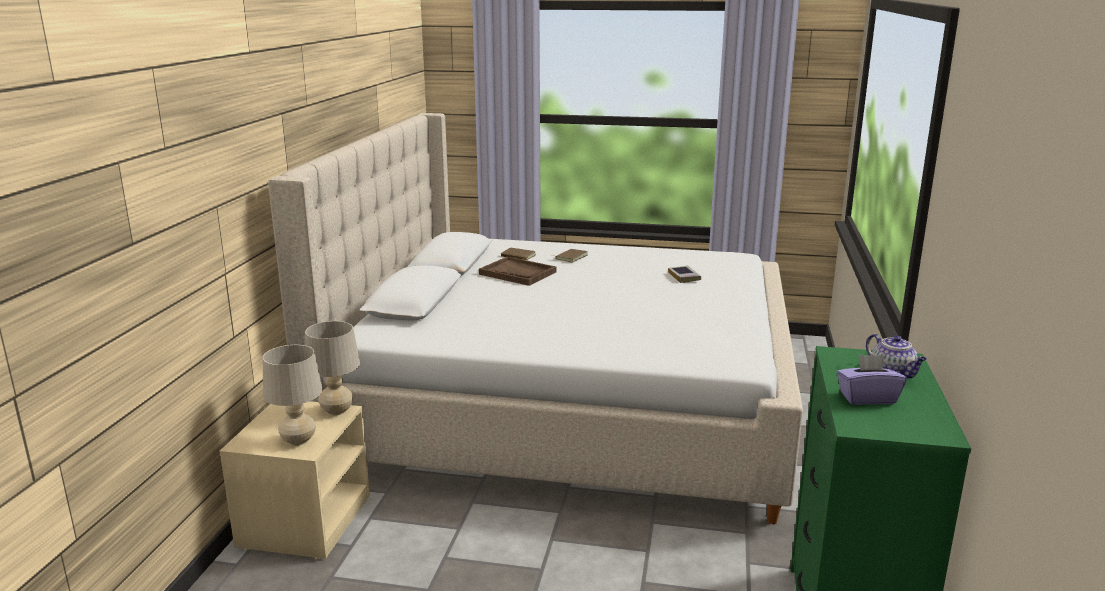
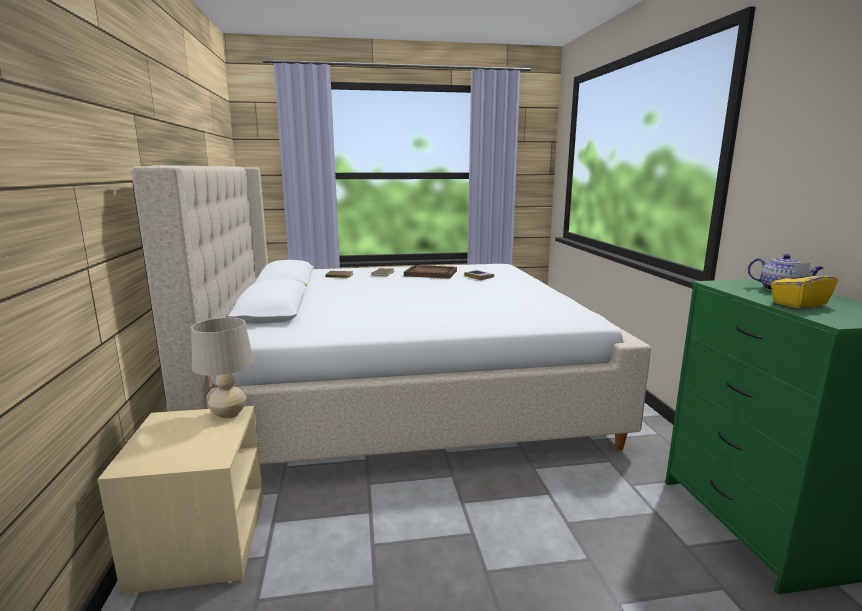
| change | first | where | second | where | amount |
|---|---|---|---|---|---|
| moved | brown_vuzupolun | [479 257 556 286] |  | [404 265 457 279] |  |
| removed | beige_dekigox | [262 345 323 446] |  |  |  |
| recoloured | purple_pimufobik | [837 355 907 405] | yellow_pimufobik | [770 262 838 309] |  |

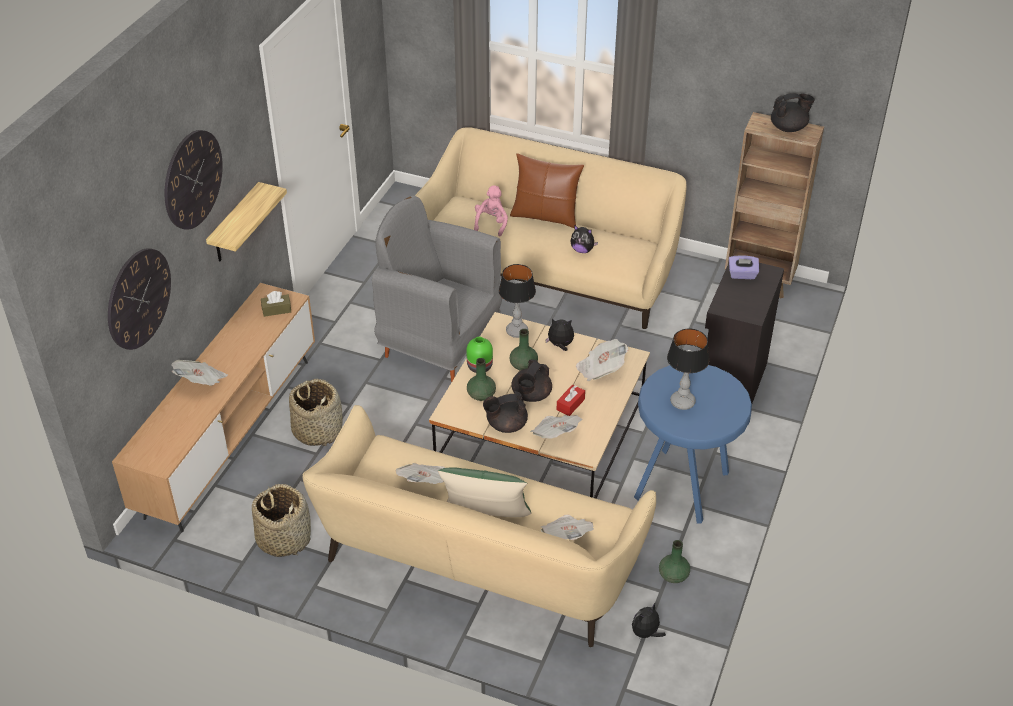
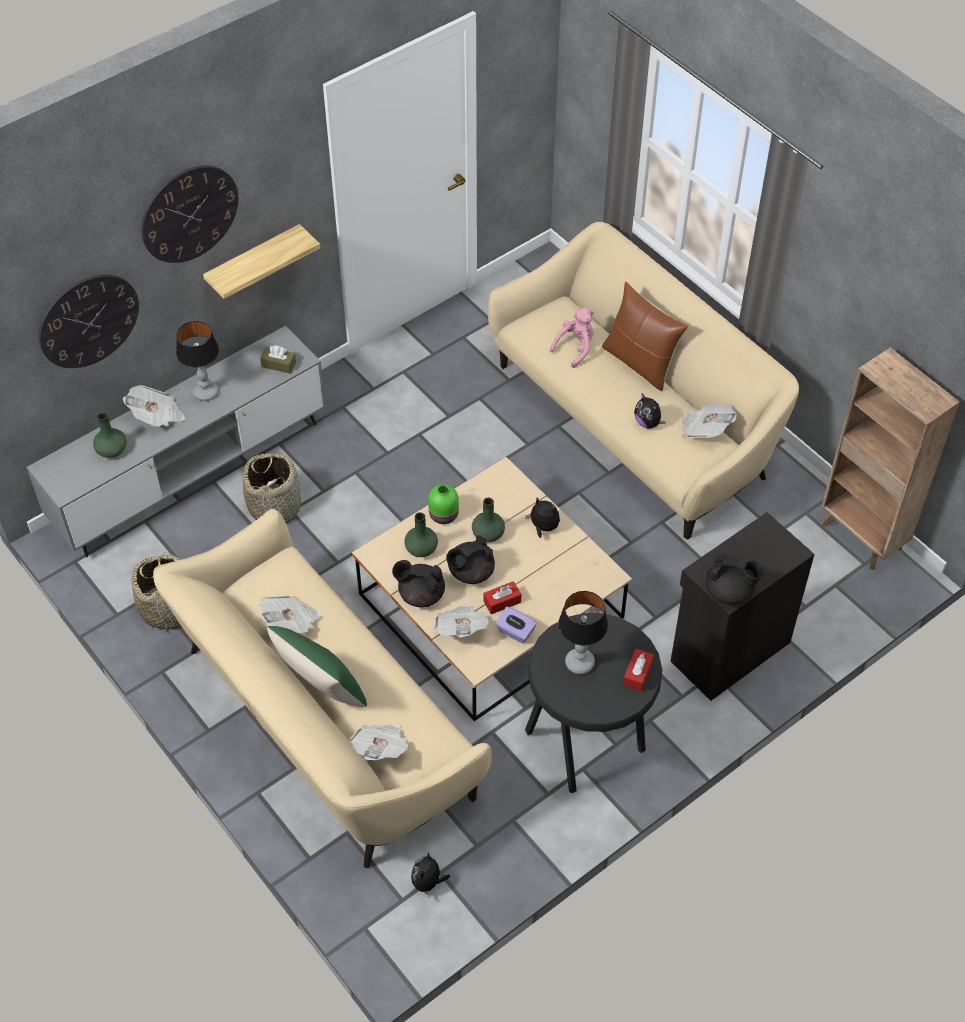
| change | first | where | second | where | amount |
|---|---|---|---|---|---|
| moved | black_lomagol | [771 93 815 132] |  | [705 552 764 604] |  |
| removed | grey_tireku | [372 195 502 382] |  |  |  |
| moved | purple_pimufobik | [729 256 759 279] |  | [496 606 537 644] |  |
| moved | dekigox | [499 264 536 338] |  | [176 321 219 401] |  |
| recoloured | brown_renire | [112 283 315 532] | grey_renire | [27 326 326 557] |  |
| moved | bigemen | [576 339 628 381] |  | [682 404 737 438] |  |
| recoloured | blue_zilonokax | [634 365 752 524] | black_zilonokax | [525 613 662 793] |  |
| moved | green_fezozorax | [659 540 690 583] |  | [93 412 127 458] |  |
| turned | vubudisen | [632 603 666 638] |  | [411 853 450 896] | 60 degrees counterclockwise |
| added |  |  | red_pimufobik | [623 649 654 691] |  |

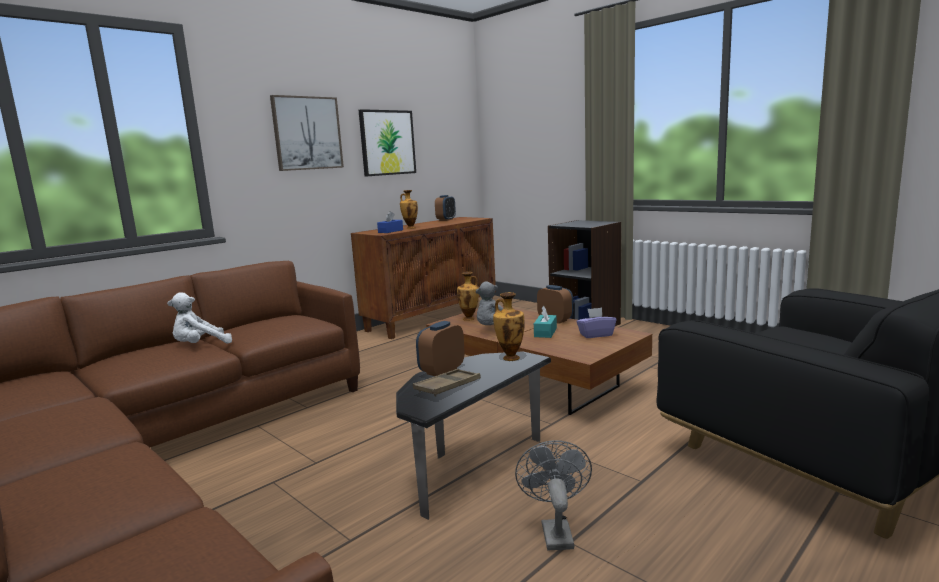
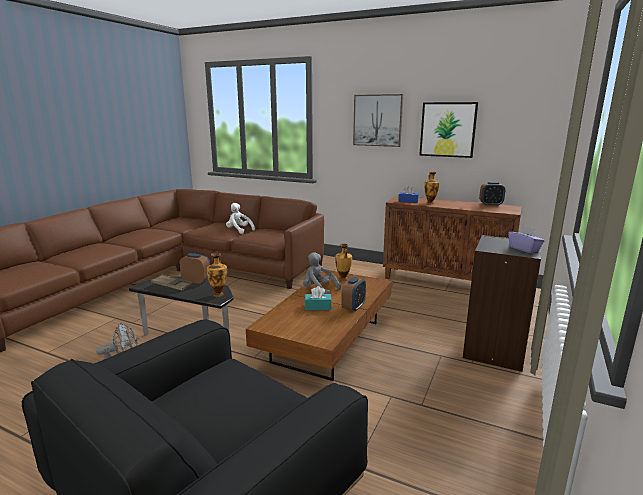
| change | first | where | second | where | amount |
|---|---|---|---|---|---|
| moved | purple_pimufobik | [576 307 616 338] |  | [508 226 544 253] |  |

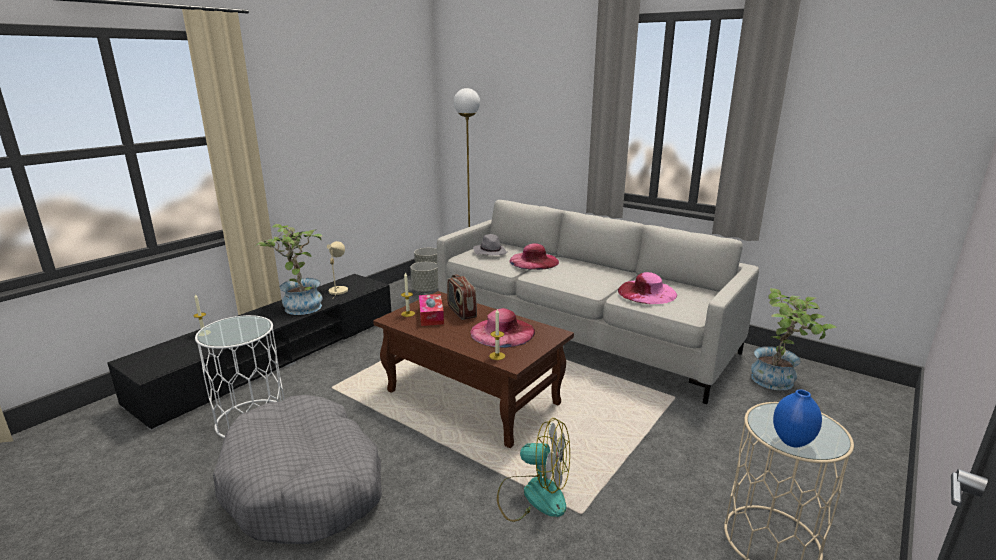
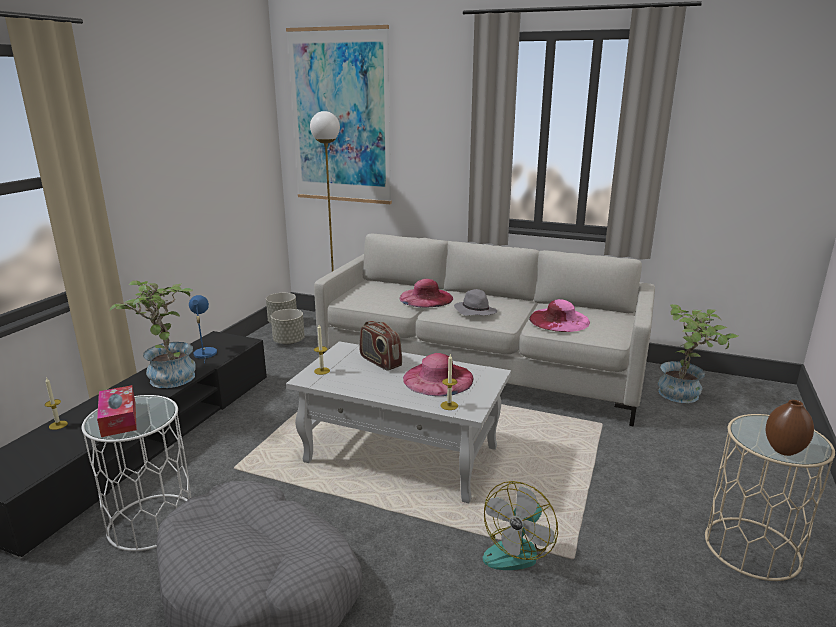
| change | first | where | second | where | amount |
|---|---|---|---|---|---|
| moved | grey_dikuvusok | [473 234 508 255] |  | [454 289 497 316] |  |
| recoloured | beige_dekigox | [327 241 348 298] | blue_dekigox | [189 295 217 363] |  |
| recoloured | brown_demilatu | [373 291 574 448] | white_demilatu | [286 341 511 503] |  |
| moved | pimufobik | [419 294 444 326] |  | [97 385 137 437] |  |
| recoloured | blue_fezozorax | [773 389 822 448] | brown_fezozorax | [766 400 814 456] |  |
| turned | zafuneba | [497 418 570 522] |  | [483 481 558 570] | 120 degrees clockwise |
| added |  |  | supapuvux | [286 25 392 204] |  |

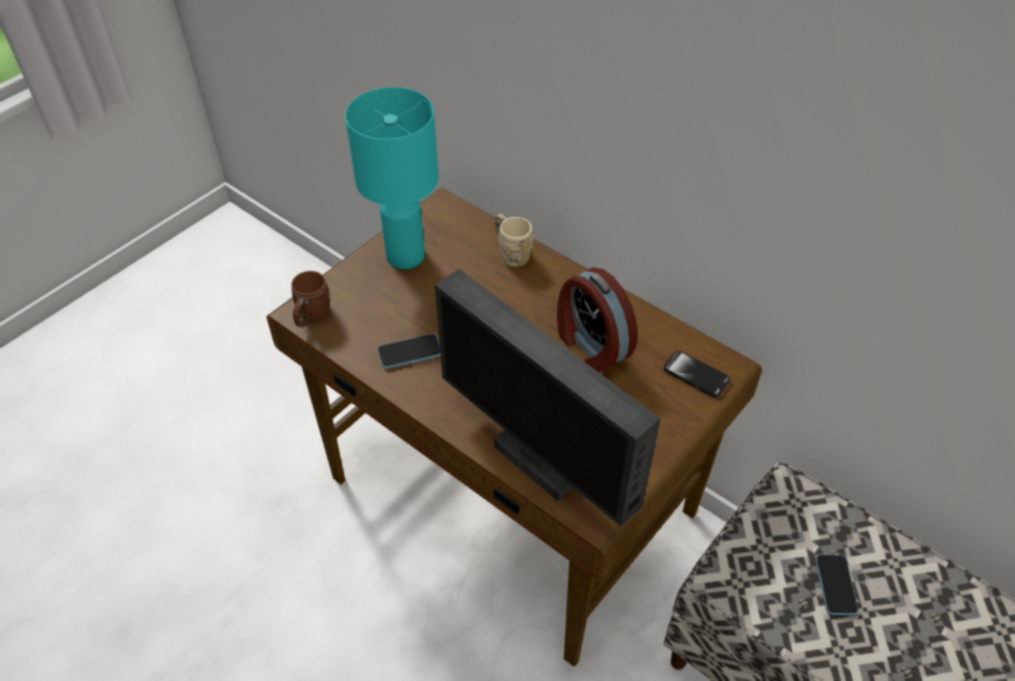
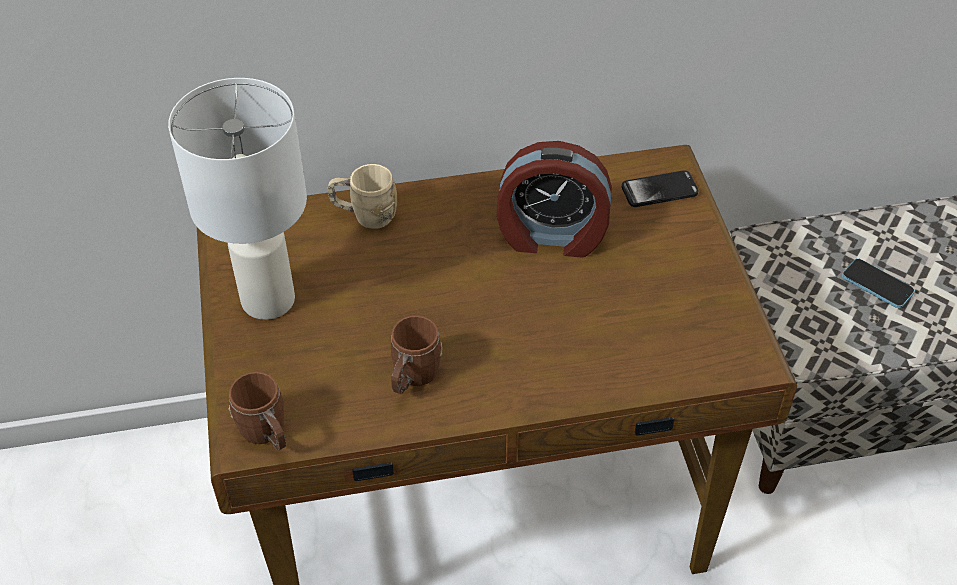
| change | first | where | second | where | amount |
|---|---|---|---|---|---|
| recoloured | turquoise_dekigox | [345 87 438 269] | white_dekigox | [168 78 307 320] |  |
| removed | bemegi | [435 269 660 527] |  |  |  |
| replaced | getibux | [377 333 441 369] | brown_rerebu | [391 315 443 394] |  |

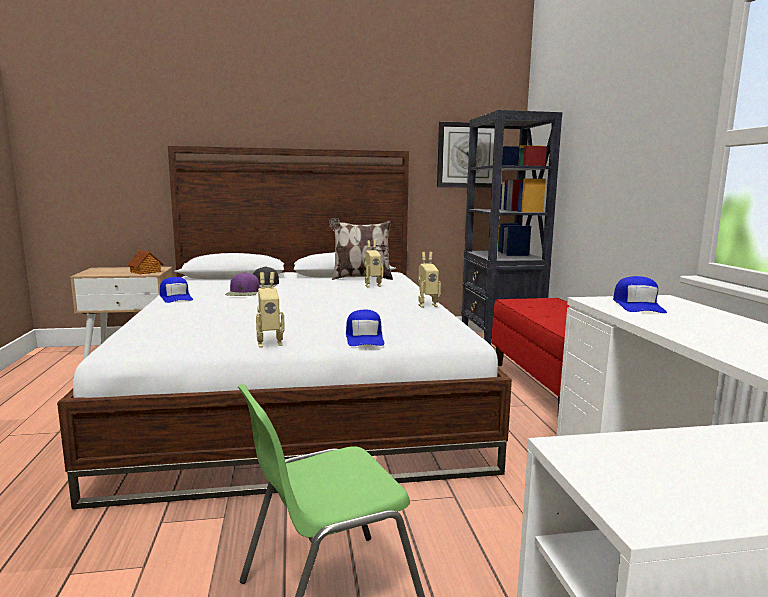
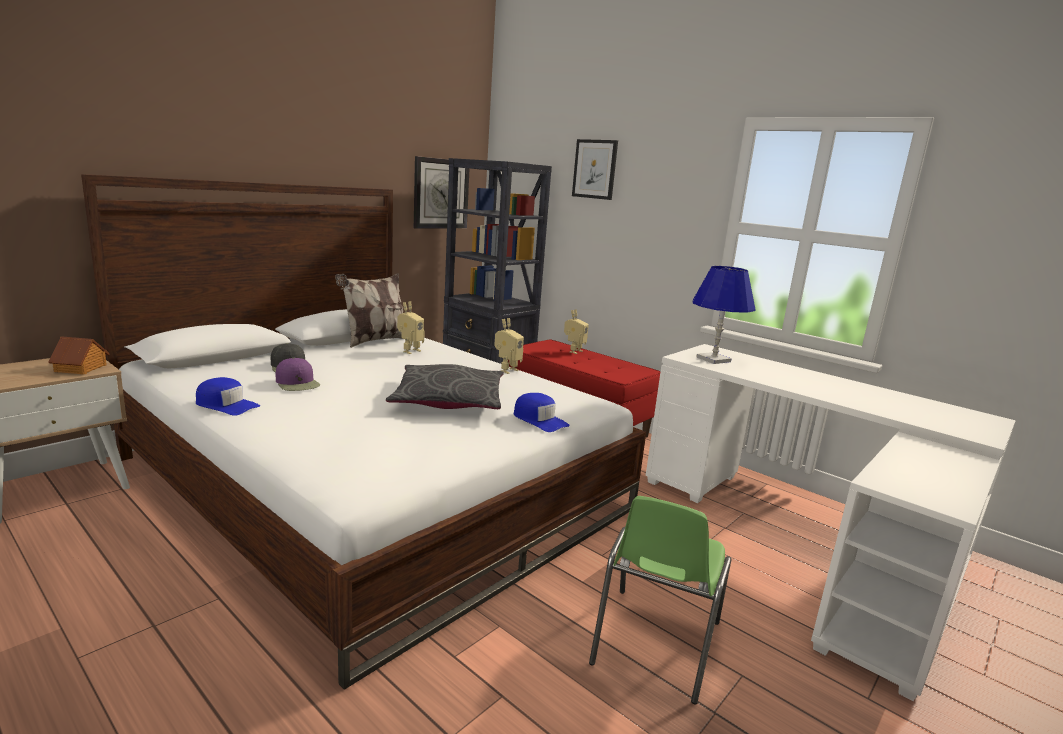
| change | first | where | second | where | amount |
|---|---|---|---|---|---|
| moved | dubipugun | [256 272 285 348] |  | [564 309 589 354] |  |
| replaced | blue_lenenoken | [613 276 667 313] | blue_dekigox | [693 266 755 364] |  |
| added |  |  | supapuvux | [572 139 618 200] |  |
| added |  |  | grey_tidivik | [386 364 504 409] |  |

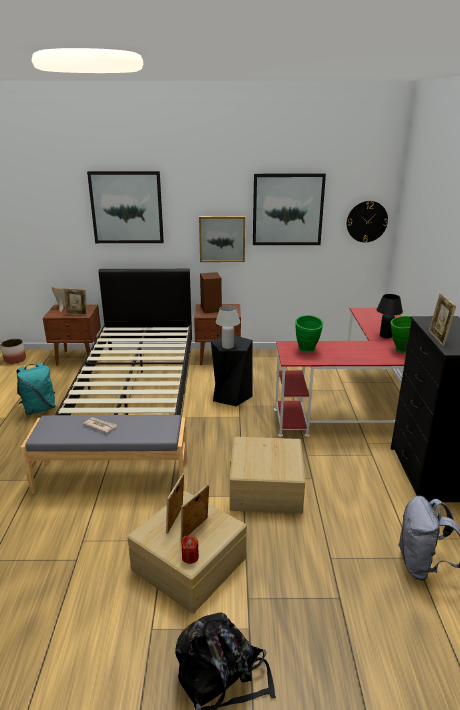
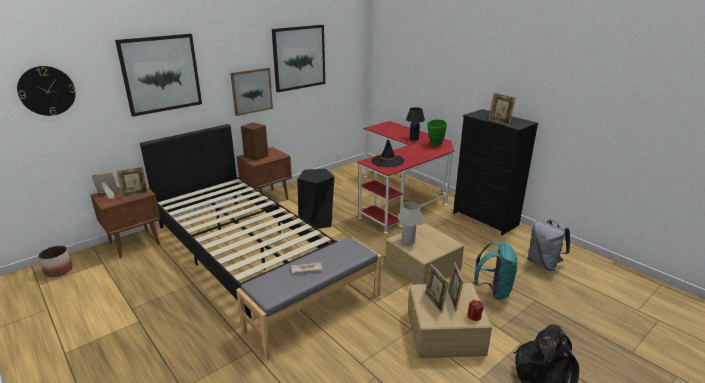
| change | first | where | second | where | amount |
|---|---|---|---|---|---|
| moved | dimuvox | [347 201 388 242] |  | [17 66 76 116] |  |
| moved | white_dekigox | [216 305 240 349] |  | [398 202 423 245] |  |
| replaced | green_fezozorax | [295 315 323 353] | black_dikuvusok | [371 140 404 167] |  |
| moved | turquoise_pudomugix | [17 362 56 415] |  | [474 241 518 300] |  |

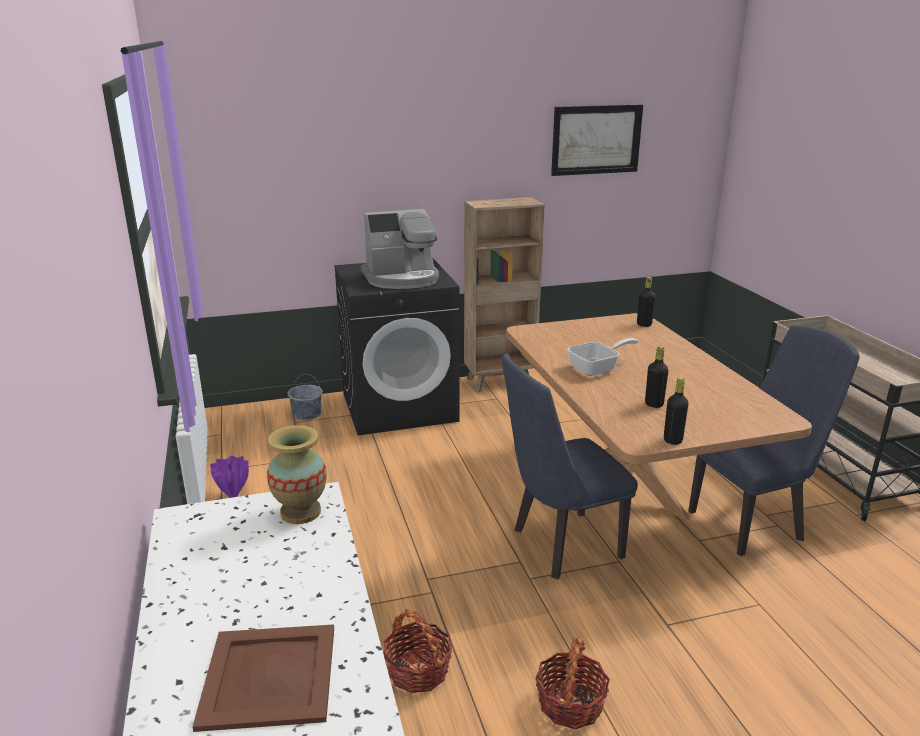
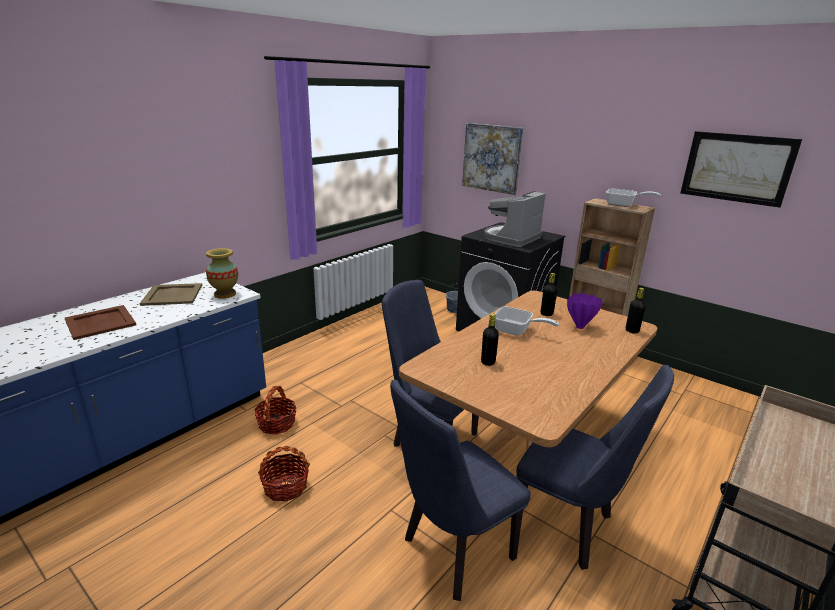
| change | first | where | second | where | amount |
|---|---|---|---|---|---|
| turned | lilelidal | [361 209 439 289] |  | [484 191 546 247] | 90 degrees clockwise |
| moved | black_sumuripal | [664 377 688 445] |  | [541 273 557 316] |  |
| moved | purple_fezozorax | [210 456 249 498] |  | [567 293 602 329] |  |
| added |  |  | supapuvux | [462 123 523 195] |  |
| added |  |  | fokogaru | [606 189 661 207] |  |
| added |  |  | beige_vuzupolun | [140 283 202 306] |  |
| added |  |  | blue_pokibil | [390 380 531 601] |  |

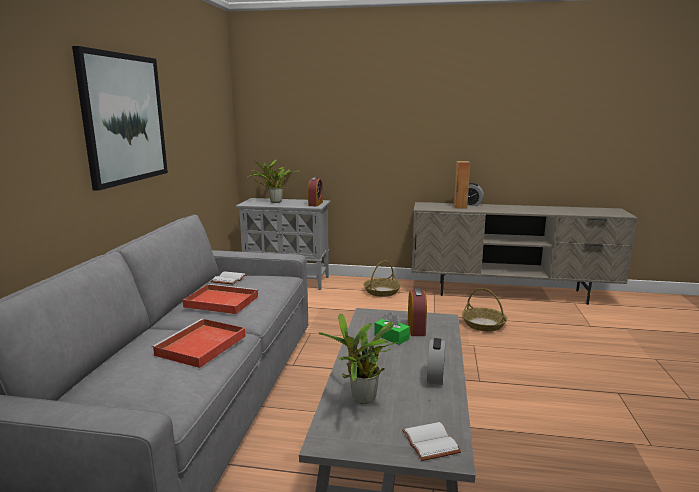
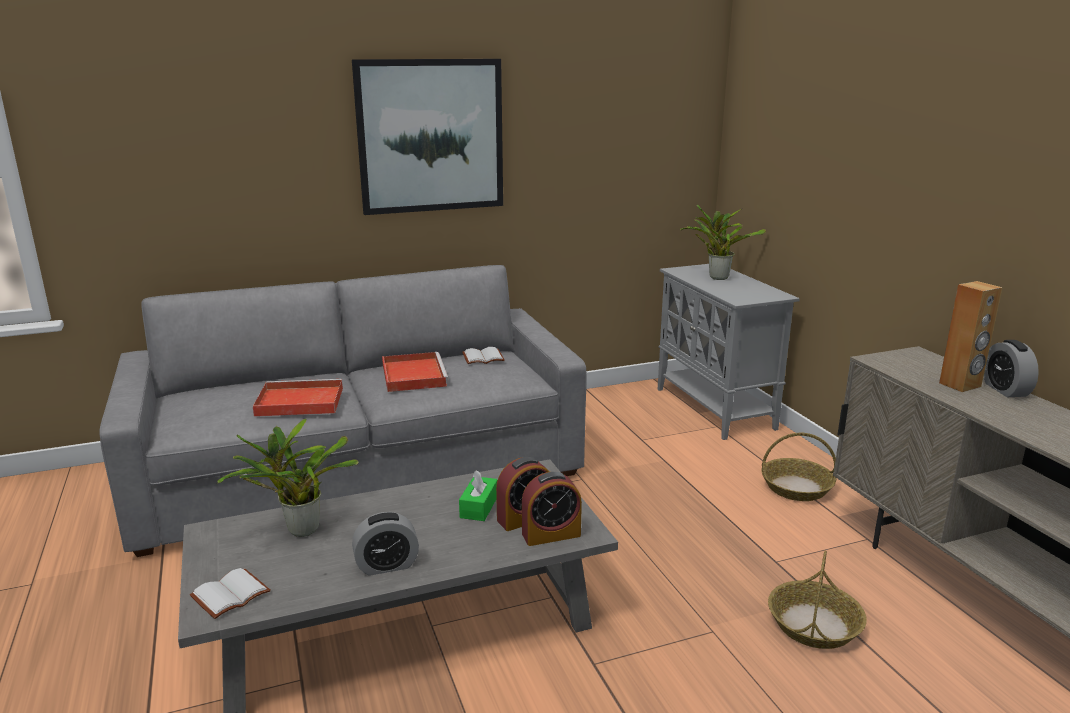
| change | first | where | second | where | amount |
|---|---|---|---|---|---|
| moved | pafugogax | [308 177 323 207] |  | [522 472 582 546] |  |

